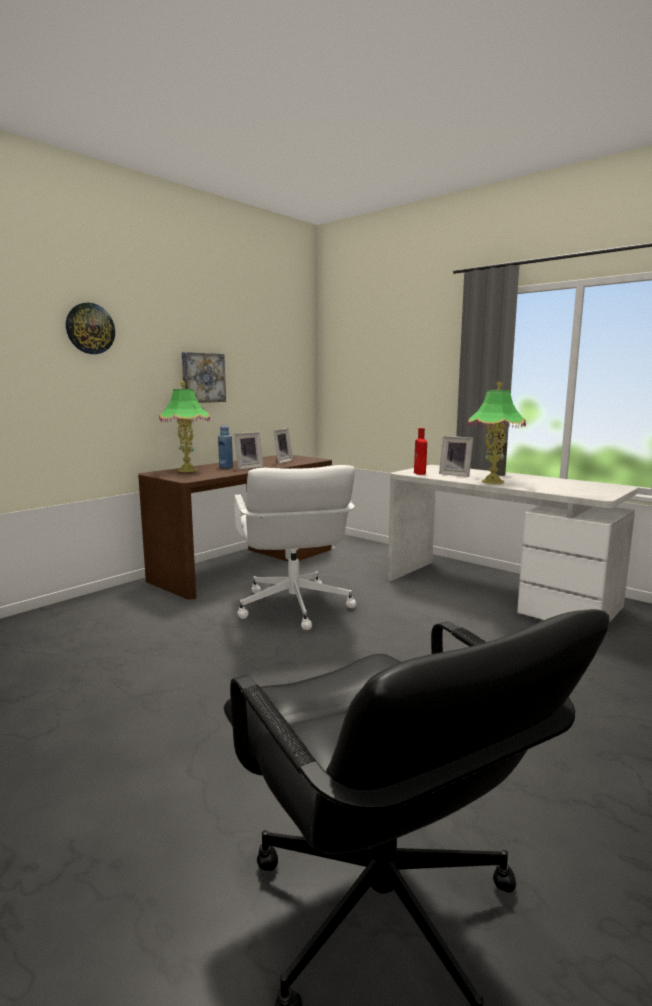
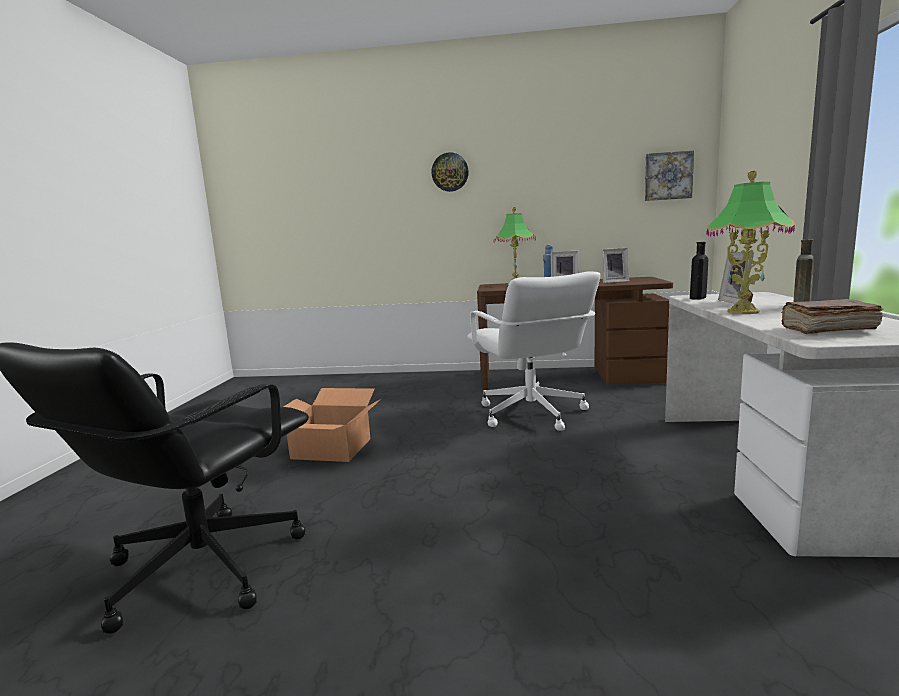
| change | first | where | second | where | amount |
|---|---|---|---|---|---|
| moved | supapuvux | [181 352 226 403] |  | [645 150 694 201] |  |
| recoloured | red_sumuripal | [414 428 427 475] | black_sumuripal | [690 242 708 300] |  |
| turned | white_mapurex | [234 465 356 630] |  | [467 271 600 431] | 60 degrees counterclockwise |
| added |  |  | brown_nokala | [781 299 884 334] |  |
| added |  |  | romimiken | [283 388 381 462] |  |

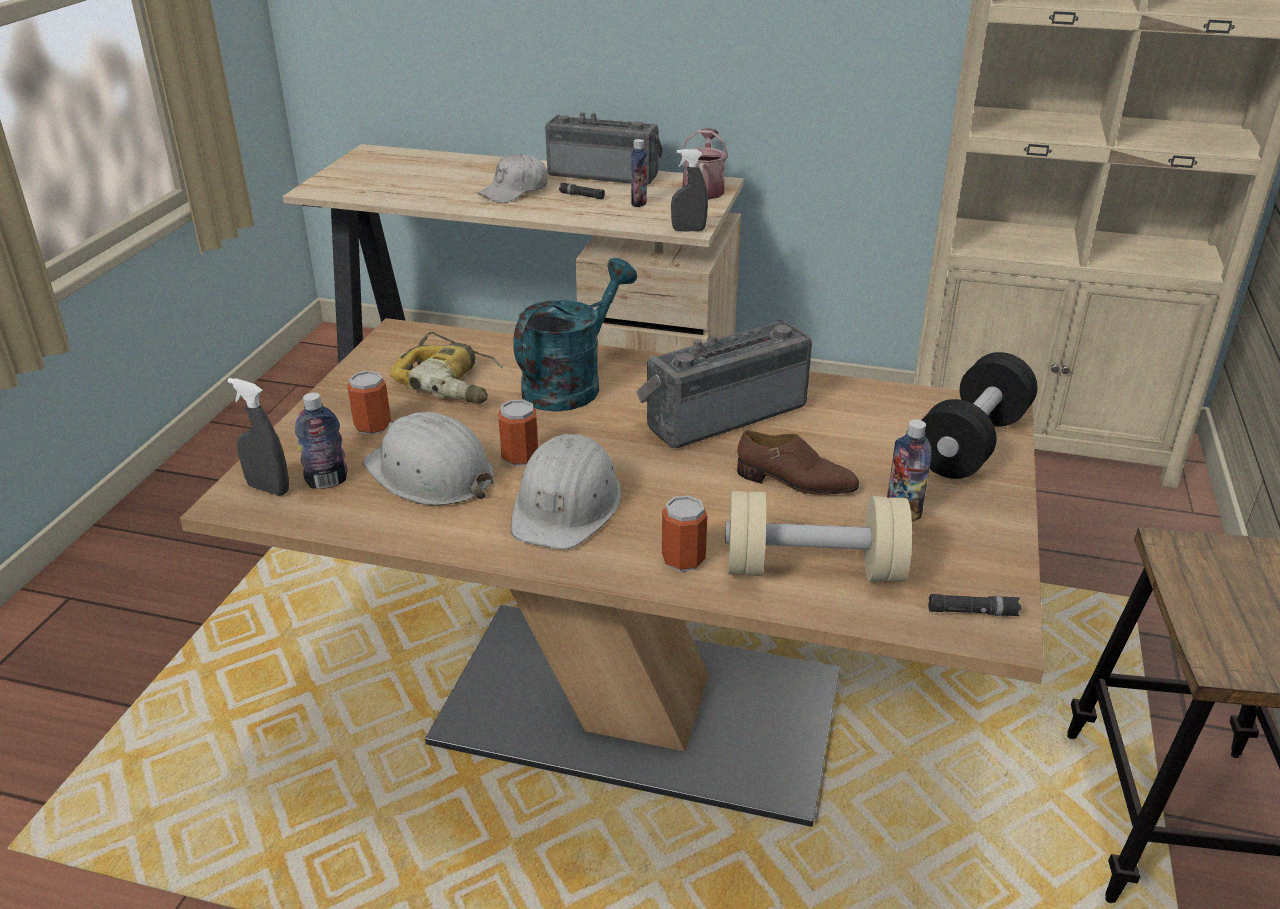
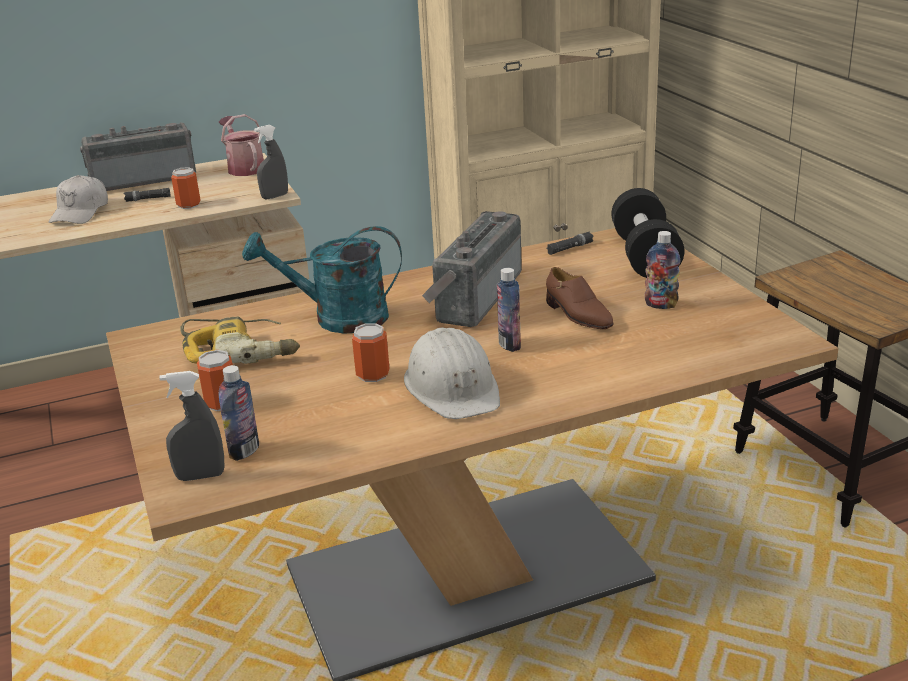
| change | first | where | second | where | amount |
|---|---|---|---|---|---|
| moved | sumuripal | [631 139 647 207] |  | [497 268 521 352] |  |
| turned | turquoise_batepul | [513 258 637 412] |  | [242 226 402 333] | 90 degrees counterclockwise |
| removed | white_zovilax | [363 412 494 506] |  |  |  |
| turned | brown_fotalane | [737 430 859 495] |  | [546 267 613 329] | 75 degrees clockwise |
| removed | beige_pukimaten | [725 491 912 582] |  |  |  |
| moved | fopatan | [662 495 707 572] |  | [171 167 200 209] |  |
| moved | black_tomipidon | [928 594 1021 616] |  | [546 232 593 255] |  |

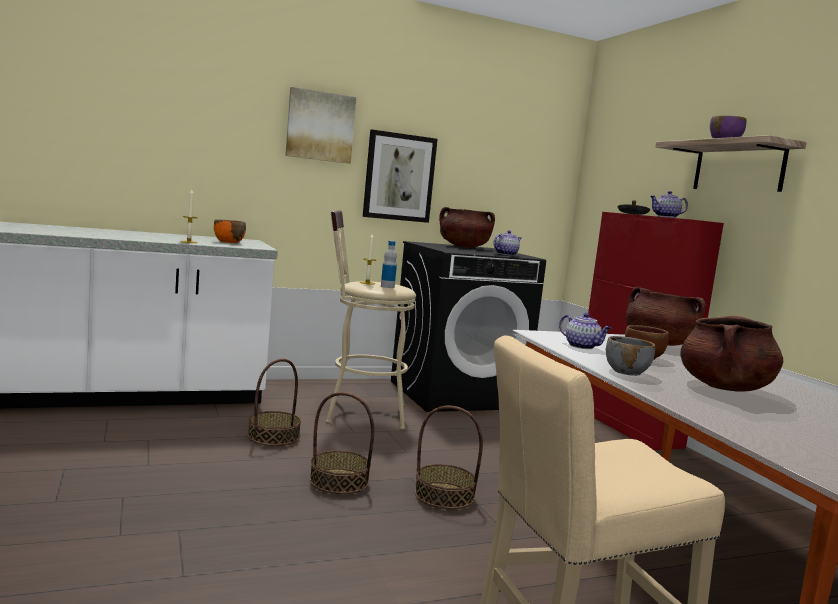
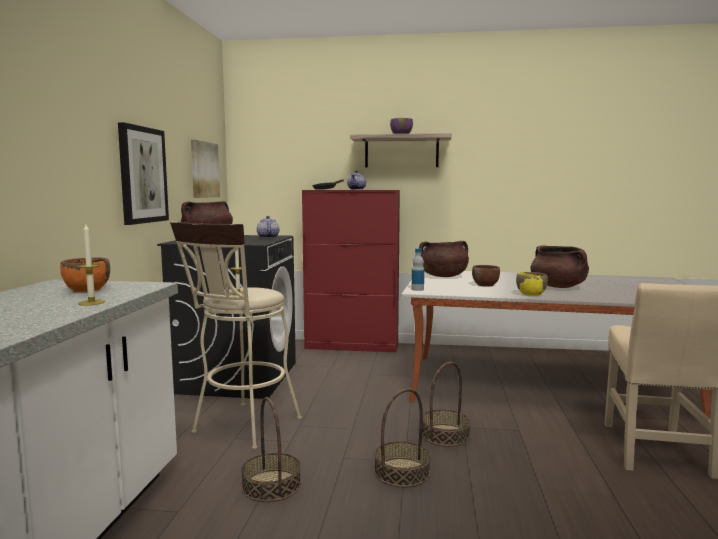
| change | first | where | second | where | amount |
|---|---|---|---|---|---|
| moved | supapuvux | [285 87 356 164] |  | [191 140 220 198] |  |
| moved | sumuripal | [381 241 397 288] |  | [412 248 424 291] |  |
| removed | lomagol | [559 313 611 349] |  |  |  |
| recoloured | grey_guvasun | [606 336 655 376] | yellow_guvasun | [516 272 548 296] |  |

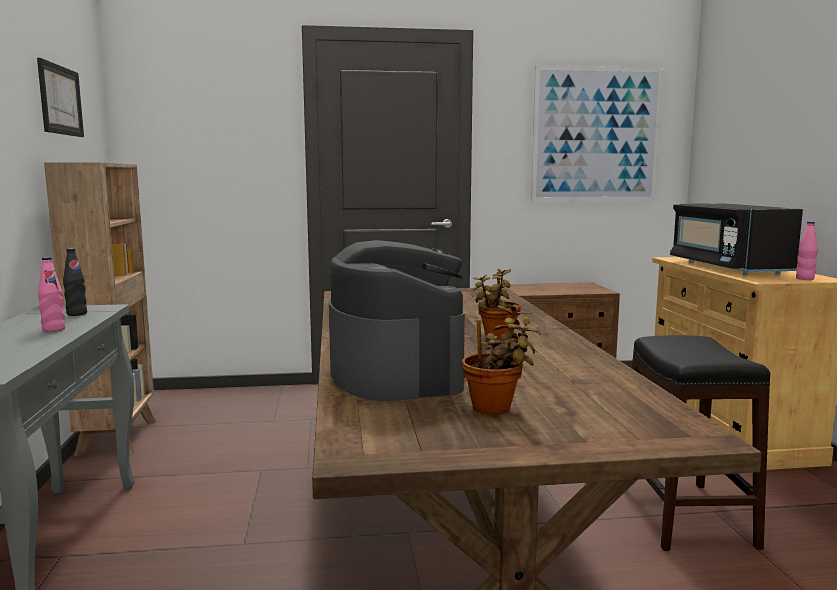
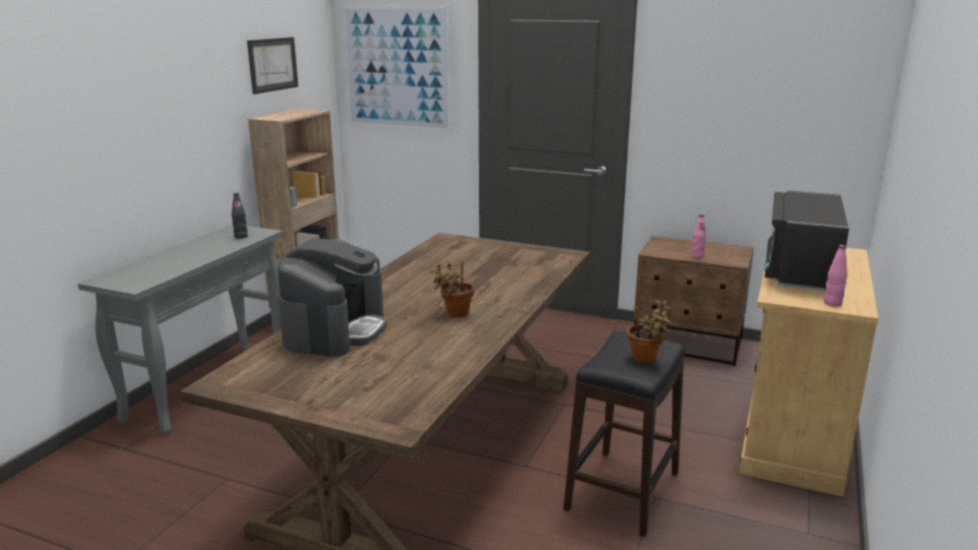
| change | first | where | second | where | amount |
|---|---|---|---|---|---|
| moved | supapuvux | [531 65 663 202] |  | [341 4 453 133] |  |
| moved | pink_sumuripal | [38 257 65 332] |  | [691 214 706 258] |  |
| moved | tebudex | [462 304 541 415] |  | [627 300 672 364] |  |

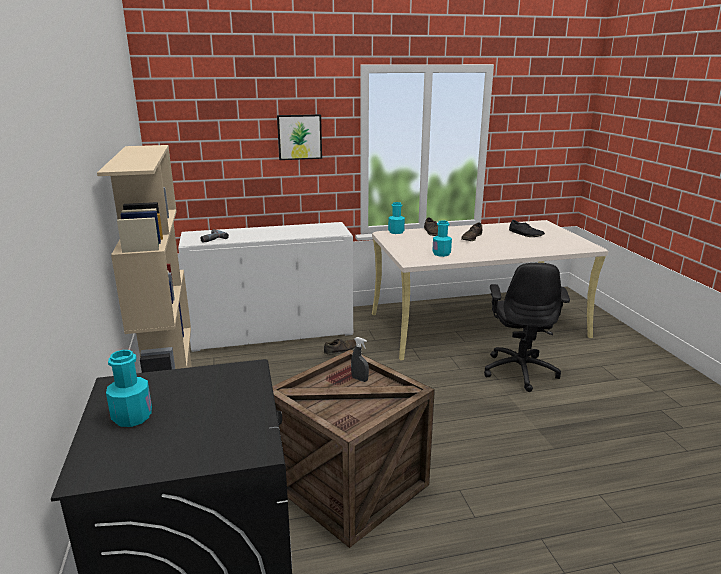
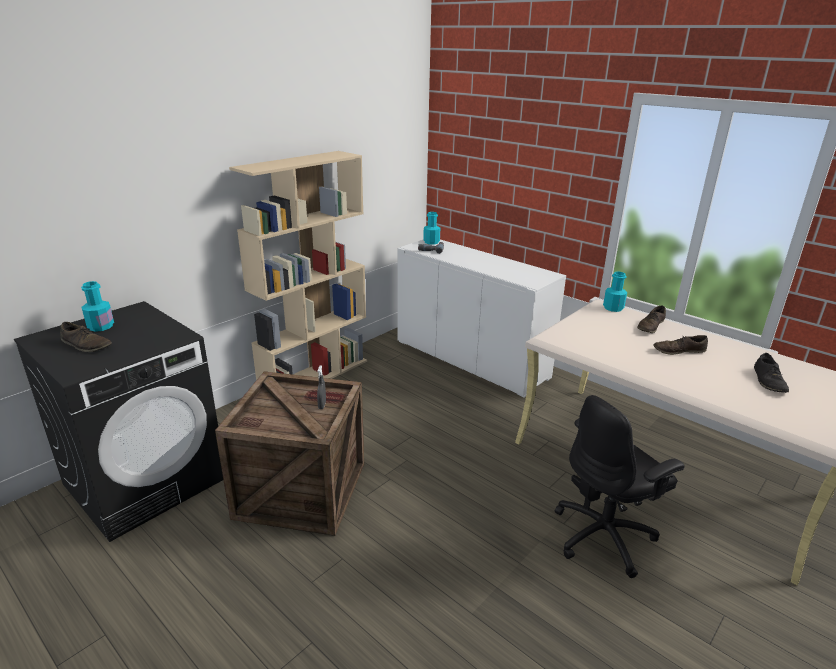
| change | first | where | second | where | amount |
|---|---|---|---|---|---|
| removed | supapuvux | [277 114 322 160] |  |  |  |
| moved | turquoise_sumuripal | [432 220 452 257] |  | [423 212 440 245] |  |
| moved | brown_fotalane | [324 339 357 355] |  | [60 322 112 352] |  |

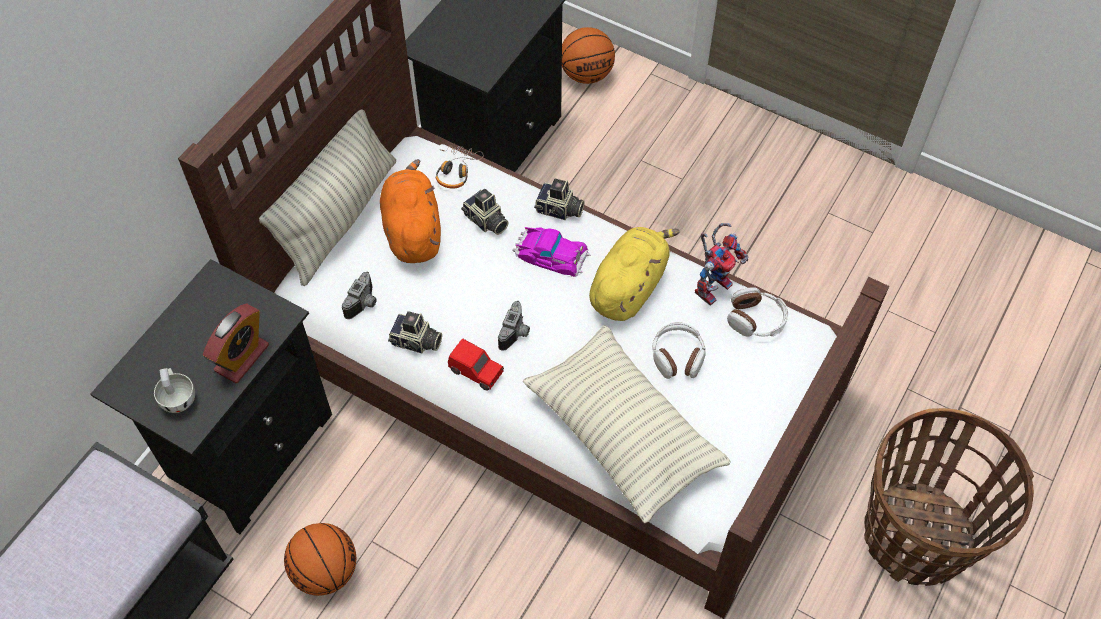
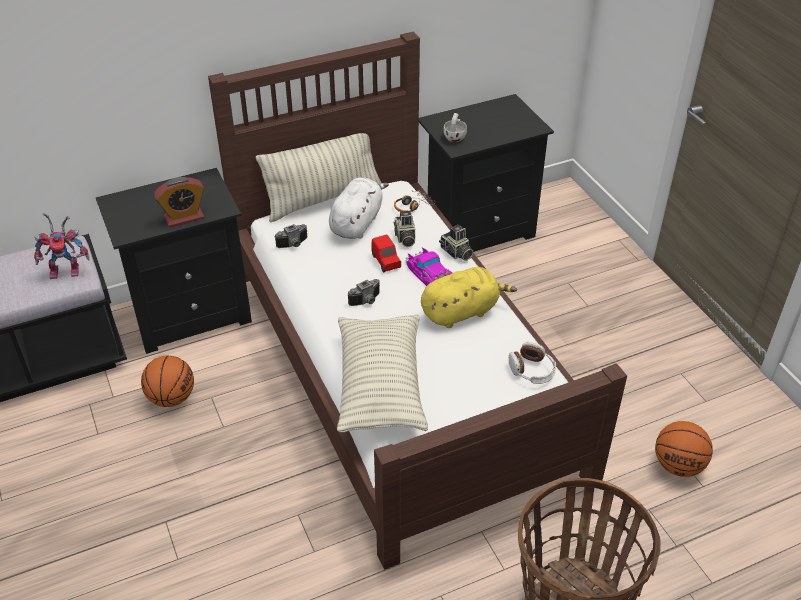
| change | first | where | second | where | amount |
|---|---|---|---|---|---|
| moved | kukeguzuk | [562 27 615 84] |  | [655 421 713 477] |  |
| recoloured | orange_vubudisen | [380 159 441 263] | white_vubudisen | [329 177 389 239] |  |
| moved | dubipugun | [695 223 748 306] |  | [34 213 89 279] |  |
| removed | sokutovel | [388 311 442 354] |  |  |  |
| removed | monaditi | [652 322 706 379] |  |  |  |
| moved | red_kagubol | [448 339 504 390] |  | [371 235 401 272] |  |
| moved | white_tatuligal | [154 368 195 413] |  | [444 113 467 142] |  |

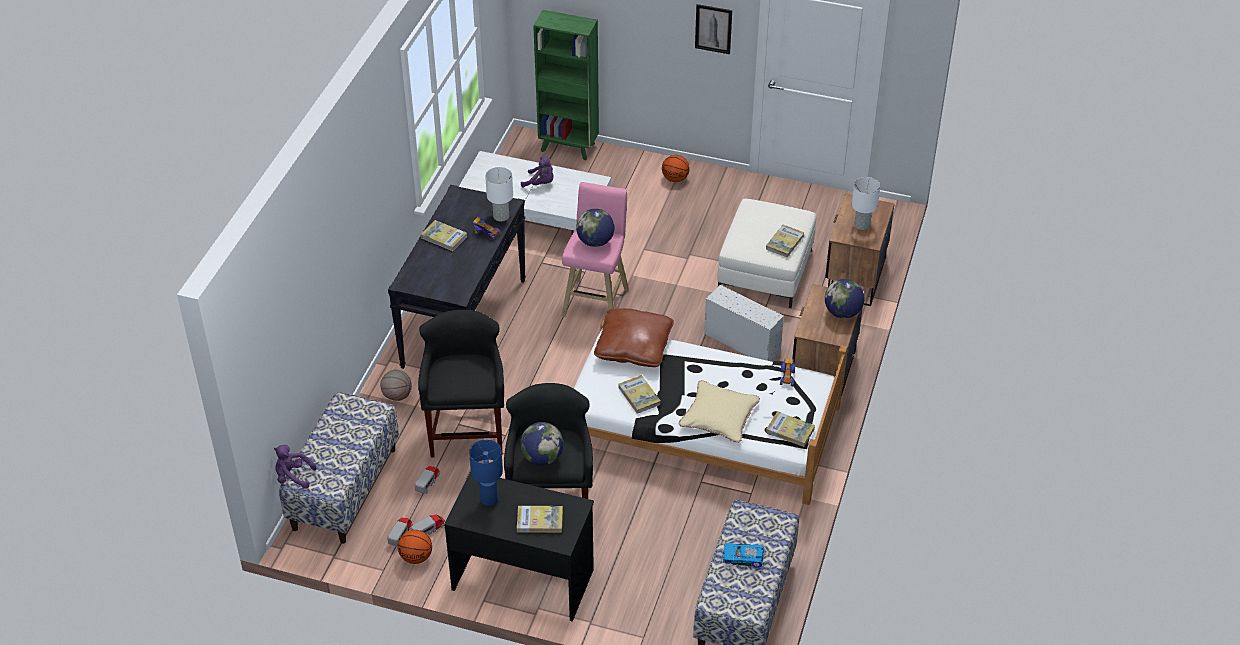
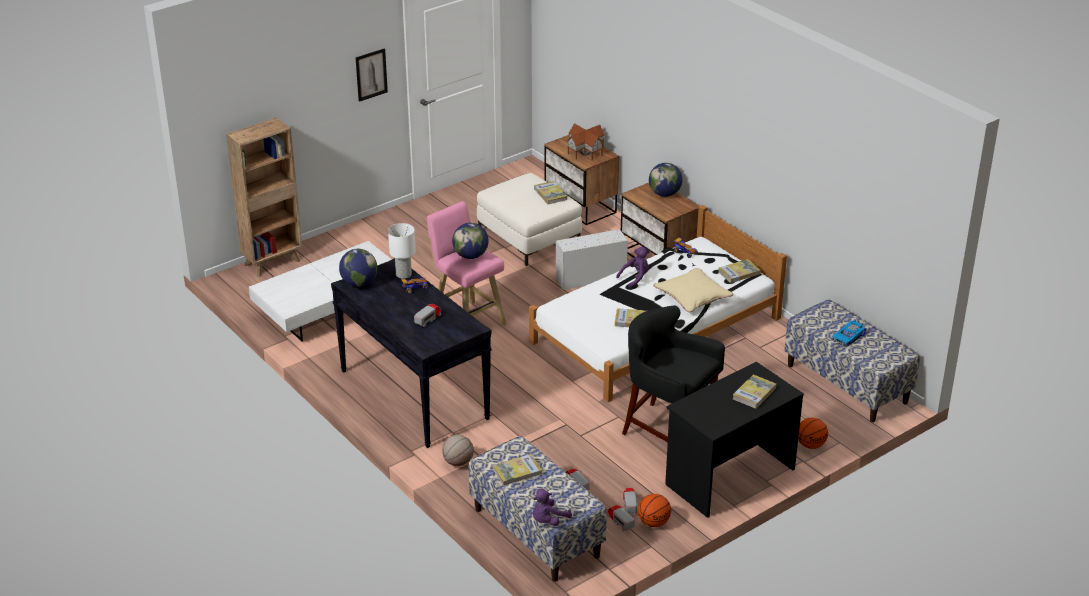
| change | first | where | second | where | amount |
|---|---|---|---|---|---|
| recoloured | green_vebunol | [533 10 599 160] | brown_vebunol | [226 117 302 277] |  |
| moved | kukeguzuk | [662 155 690 182] |  | [798 418 828 449] |  |
| moved | purple_vubudisen | [521 157 553 187] |  | [616 247 650 289] |  |
| replaced | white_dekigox | [852 177 880 230] | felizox | [567 123 605 160] |  |
| moved | nokala | [421 220 467 251] |  | [493 454 543 486] |  |
| removed | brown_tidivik | [594 308 674 367] |  |  |  |
| removed | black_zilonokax | [418 309 504 458] |  |  |  |
| moved | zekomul | [520 422 563 465] |  | [339 249 377 287] |  |
| removed | blue_dekigox | [469 439 503 506] |  |  |  |
| added |  |  | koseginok | [414 304 441 327] |  |

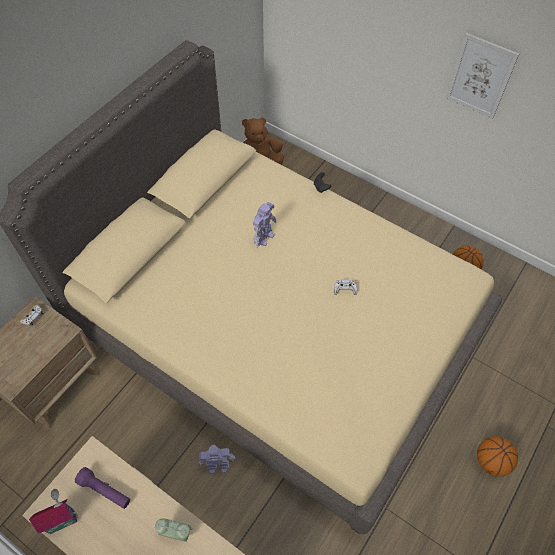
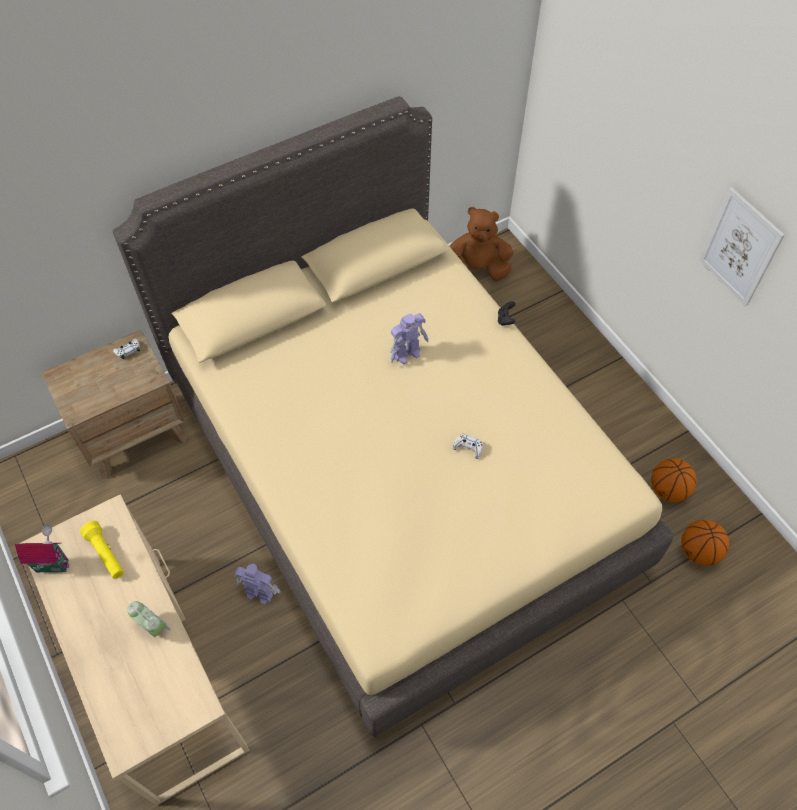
| change | first | where | second | where | amount |
|---|---|---|---|---|---|
| moved | kukeguzuk | [477 436 518 477] |  | [681 520 729 566] |  |
| recoloured | purple_tomipidon | [75 467 130 509] | yellow_tomipidon | [80 521 124 579] |  |

